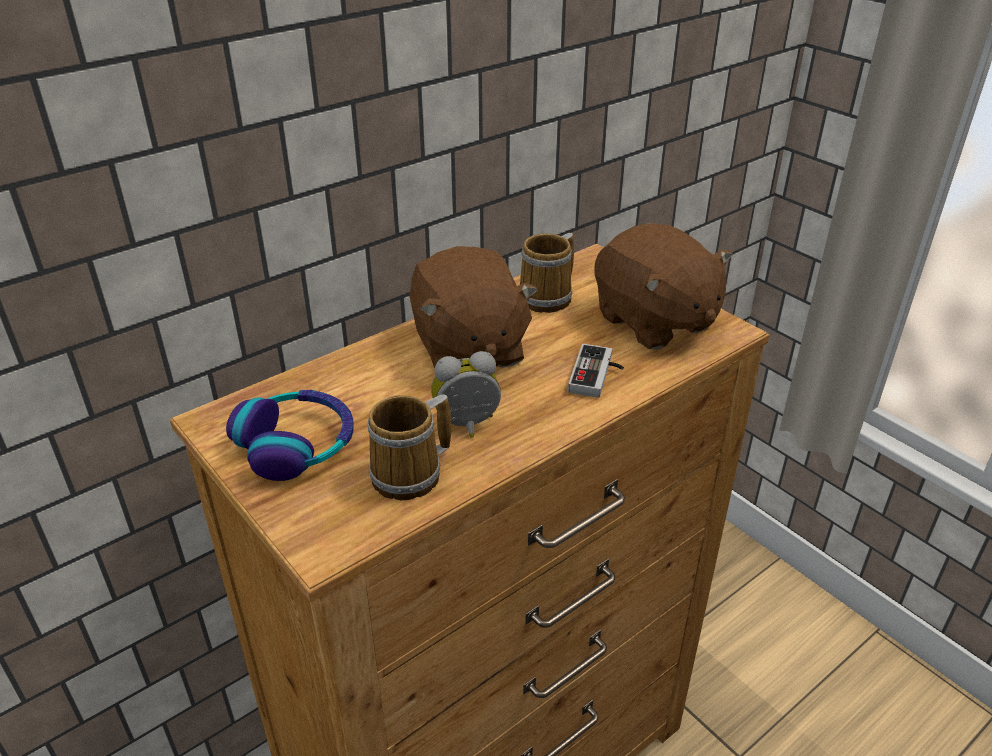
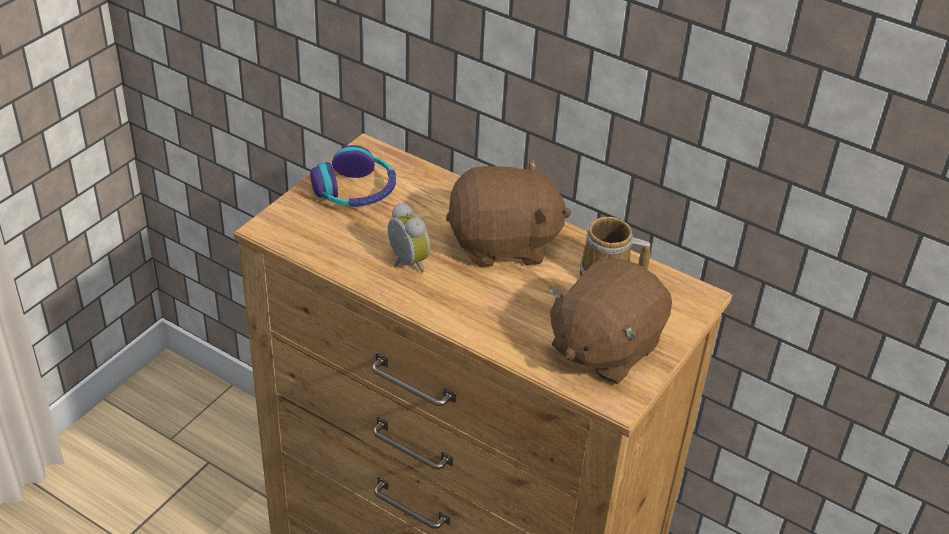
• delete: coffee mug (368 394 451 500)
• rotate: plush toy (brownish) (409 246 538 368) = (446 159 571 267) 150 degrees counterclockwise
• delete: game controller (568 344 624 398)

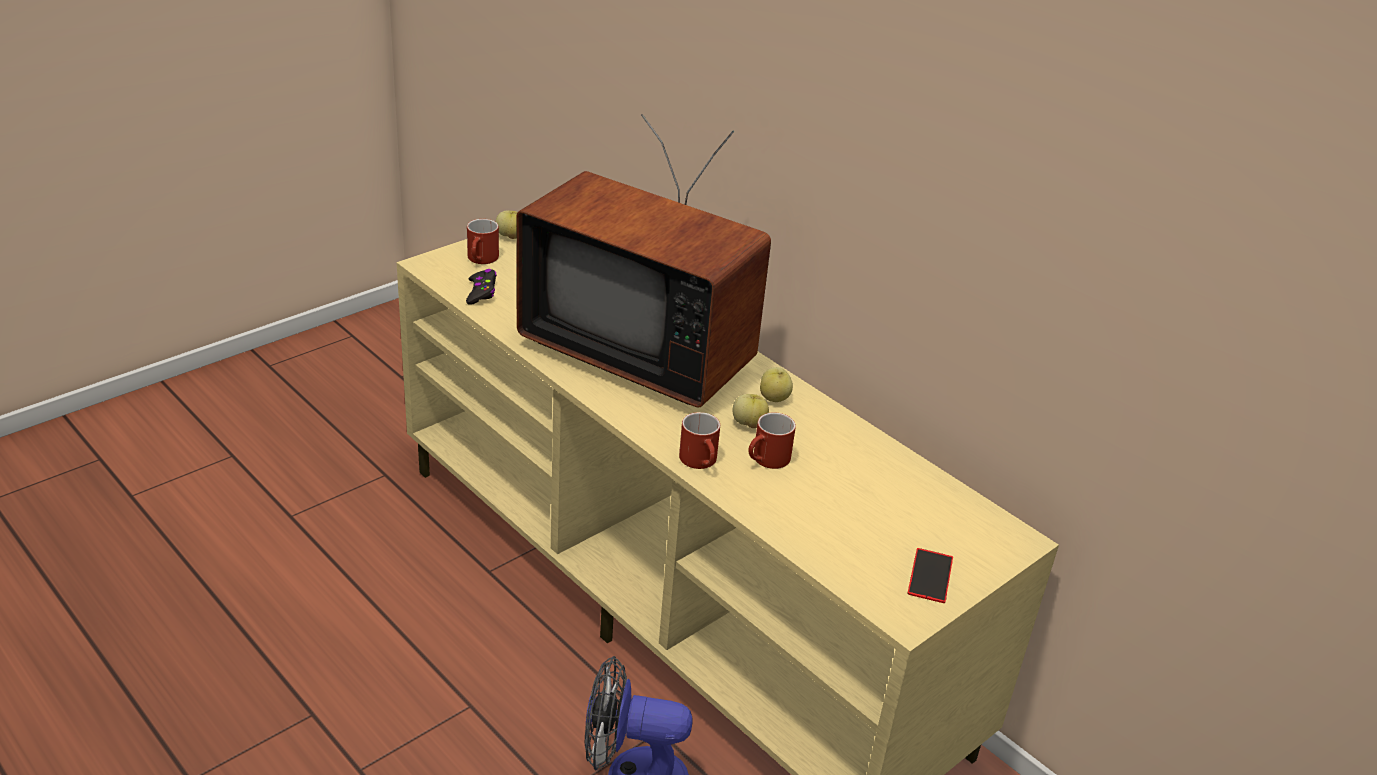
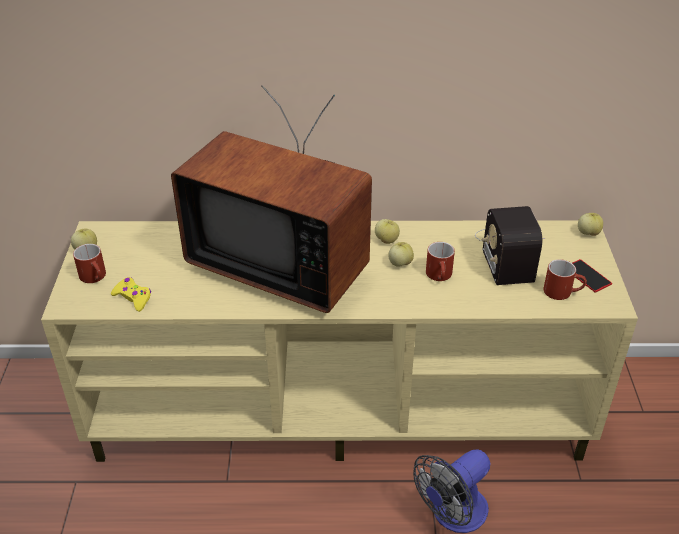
• recolor: game controller (black) (466 269 497 304) to game controller (yellow-coloured) (111 277 151 312)
• rotate: television (516 114 771 408) = (171 85 372 313) 45 degrees clockwise
• move: coffee mug (reddish) (679 412 720 469) to (544 259 587 300)
• insert: radio receiver (475 206 545 285)
• insert: whole apple (578 213 603 236)

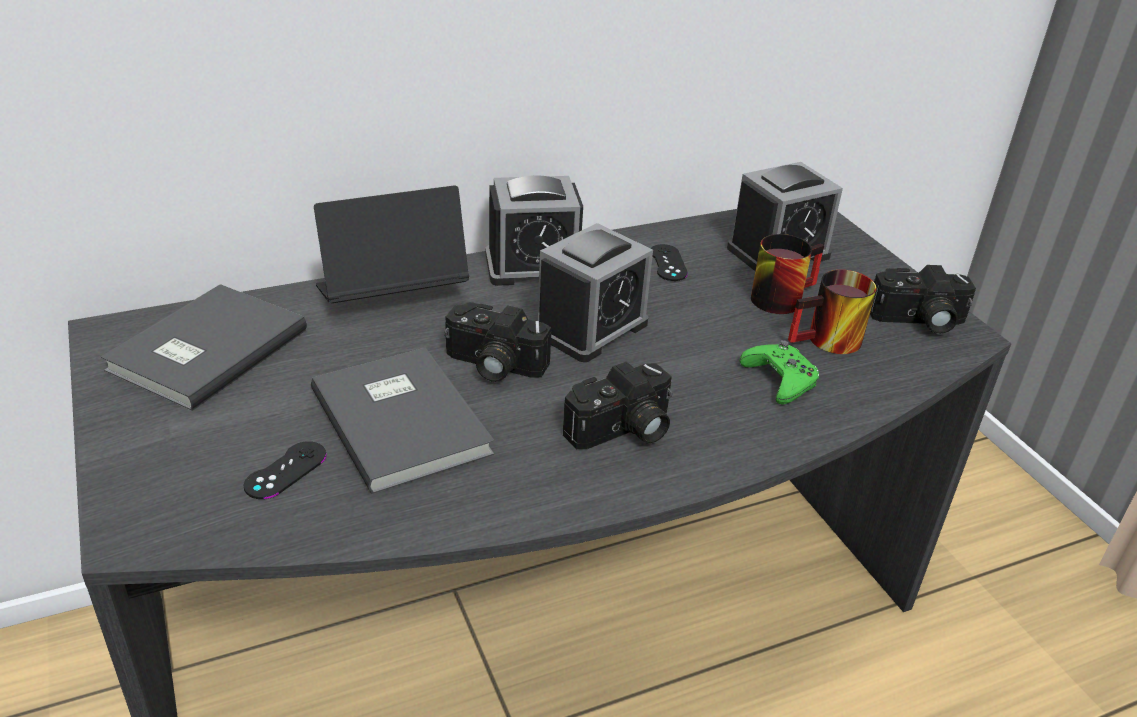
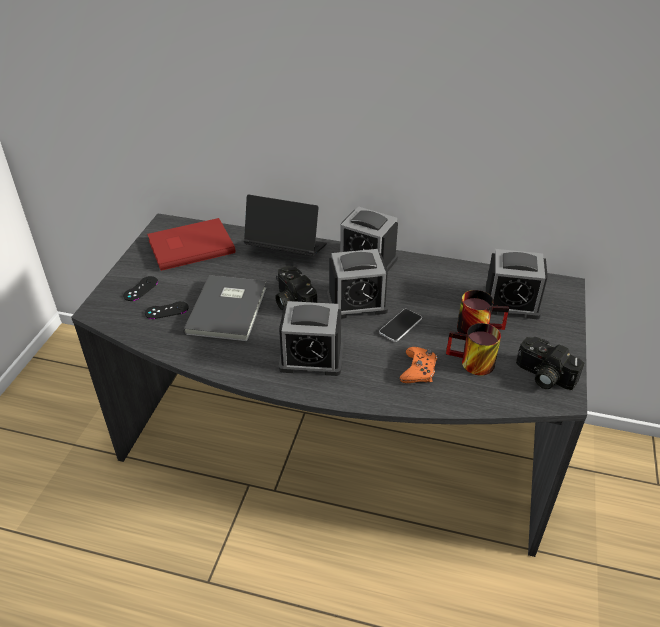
• recolor: volume (greyish) (100 284 307 411) to volume (reddish) (147 218 235 271)
• replace: photo camera (563 362 672 449) to table clock (278 301 343 376)
• move: game controller (black) (651 244 688 281) to (123 276 158 301)
• recolor: game controller (green) (739 340 819 404) to game controller (orange-coloured) (399 347 437 383)
• insert: phone (379 309 422 342)

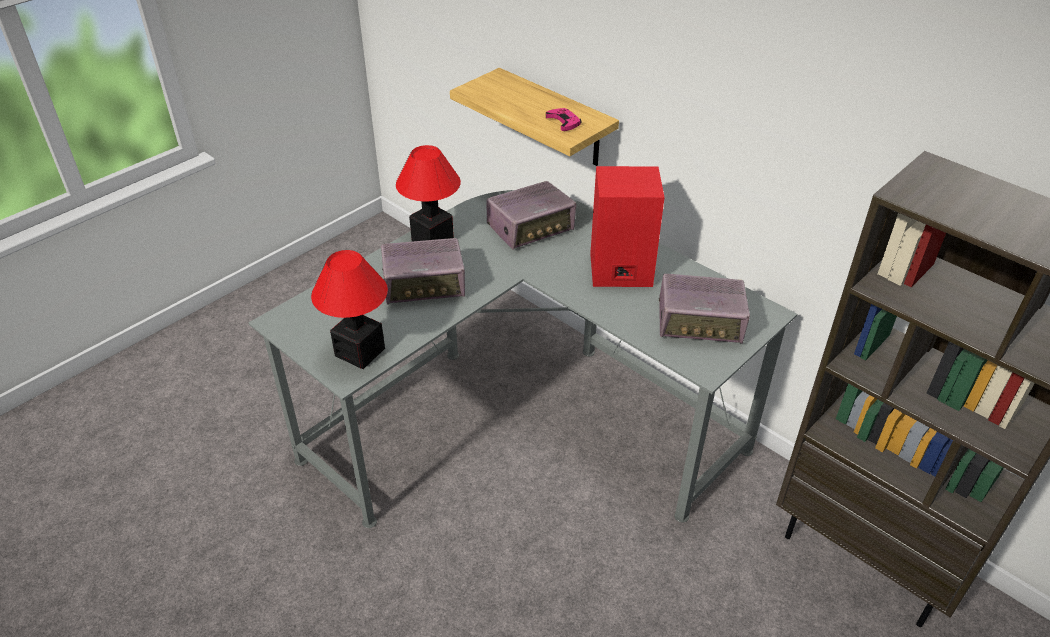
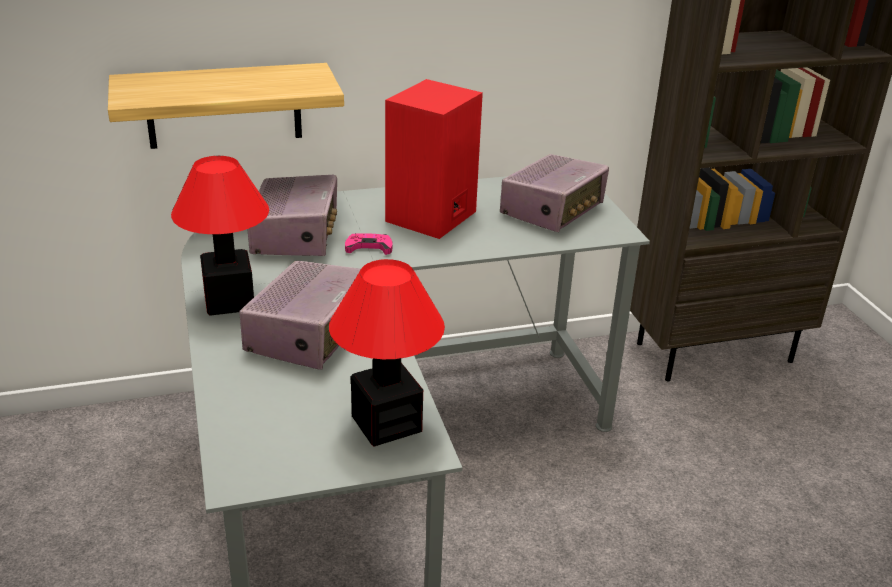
• move: game controller (pinkish) (546 108 582 131) to (345 233 392 255)

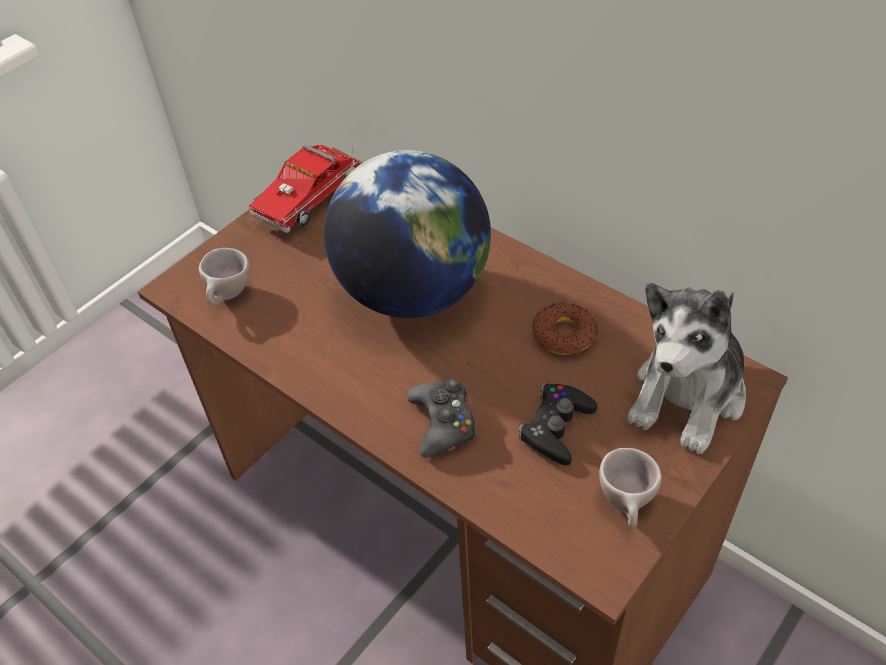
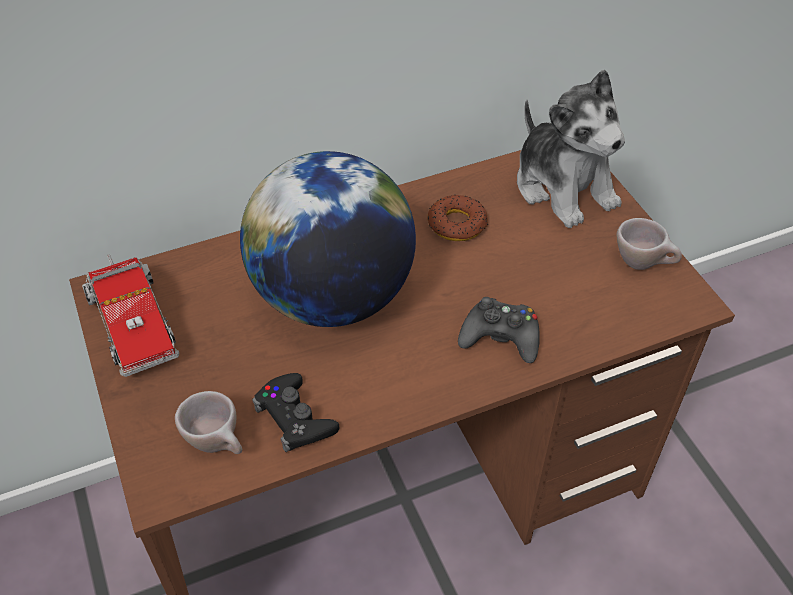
• move: game controller (black) (518 384 597 465) to (252 373 339 452)

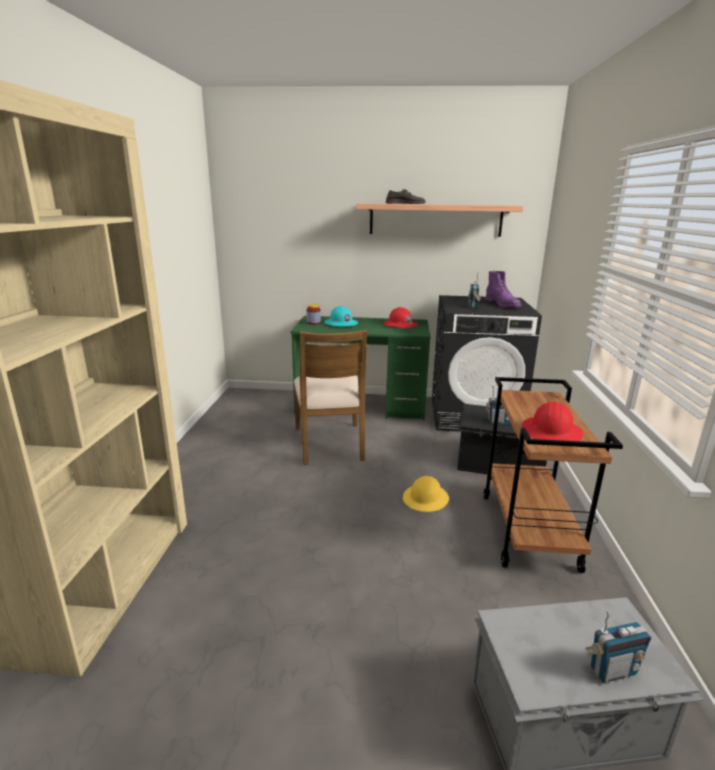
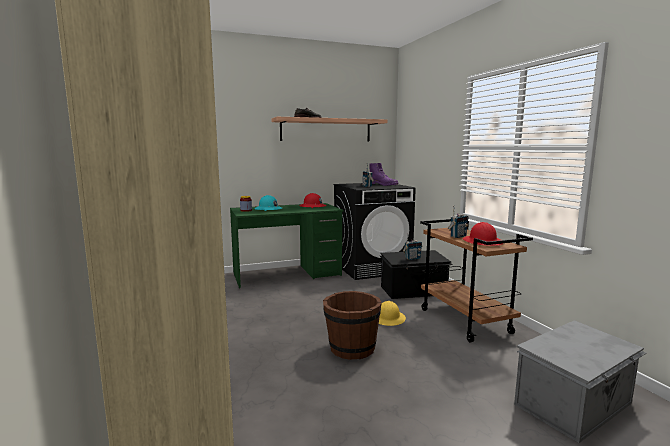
• delete: chair (brownish) (294 330 367 465)
• move: radio receiver (585 610 651 683) to (448 205 469 238)
• insert: pail (brownish) (323 291 382 360)

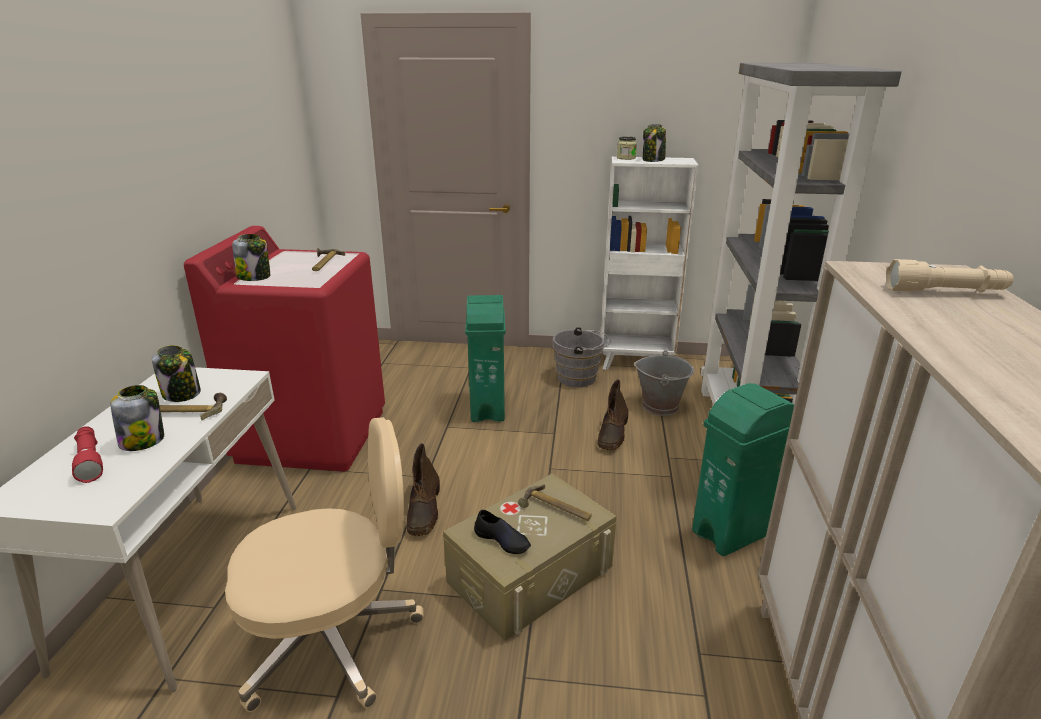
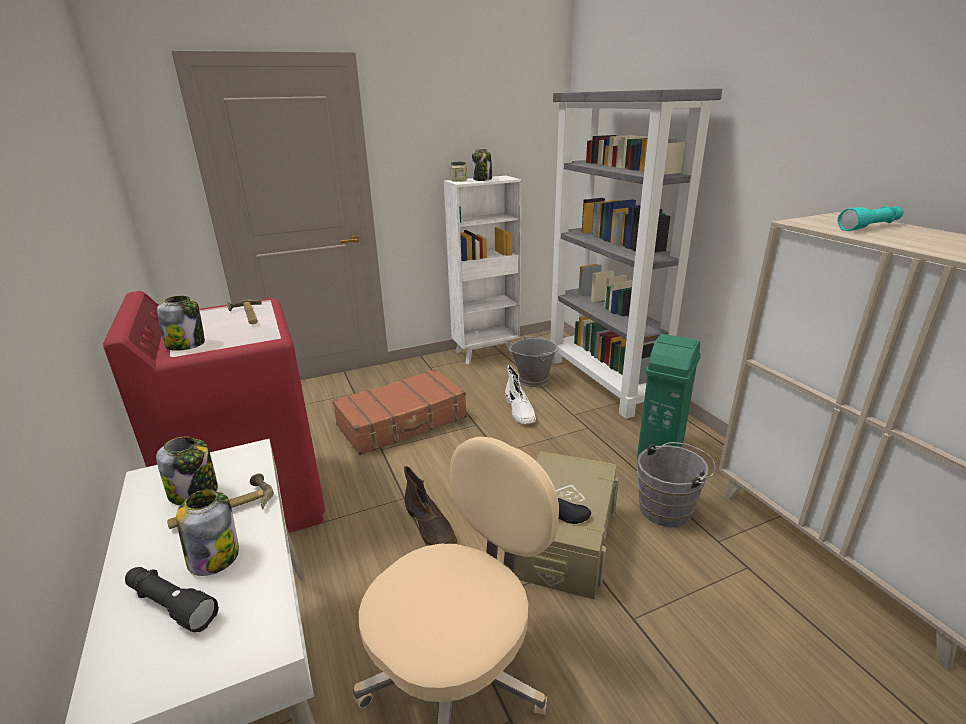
• recolor: torch (reddish) (72 426 103 483) to torch (black) (125 567 219 632)
• replace: waste bin (green) (465 295 505 422) to suitcase (brownish) (332 369 467 455)
• delete: hammer (518 484 592 521)
• move: pail (greyish) (553 327 611 387) to (637 442 716 527)
• recolor: high-top boot (brownish) (598 379 629 450) to high-top boot (white-coloured) (505 365 536 424)
• recolor: torch (sand-coloured) (886 259 1014 292) to torch (turquoise) (837 206 904 231)

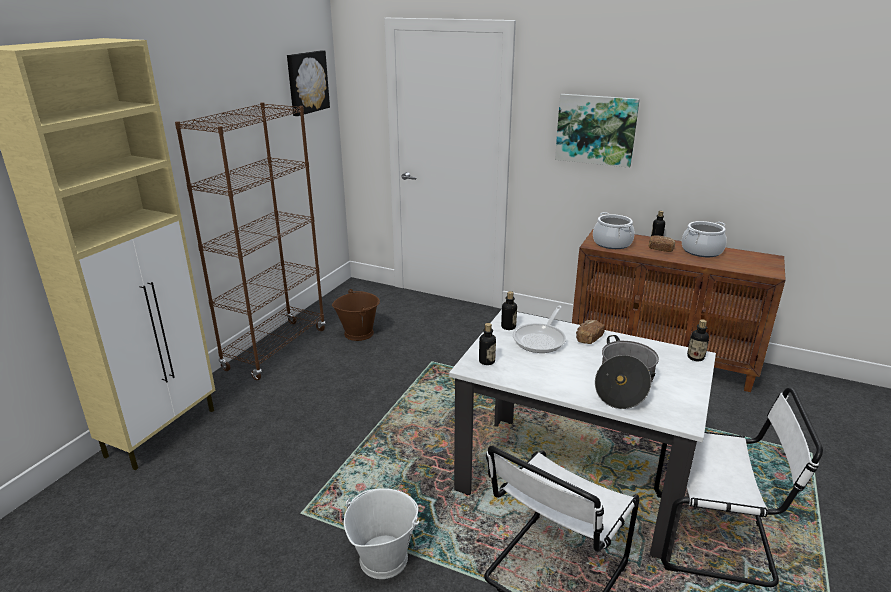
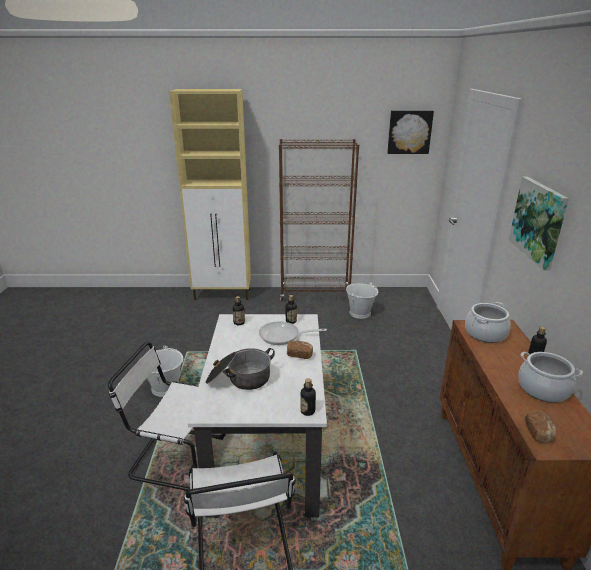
• recolor: pail (brownish) (332 289 380 341) to pail (white-coloured) (346 282 378 319)
• move: bread (649 235 675 252) to (525 410 556 444)

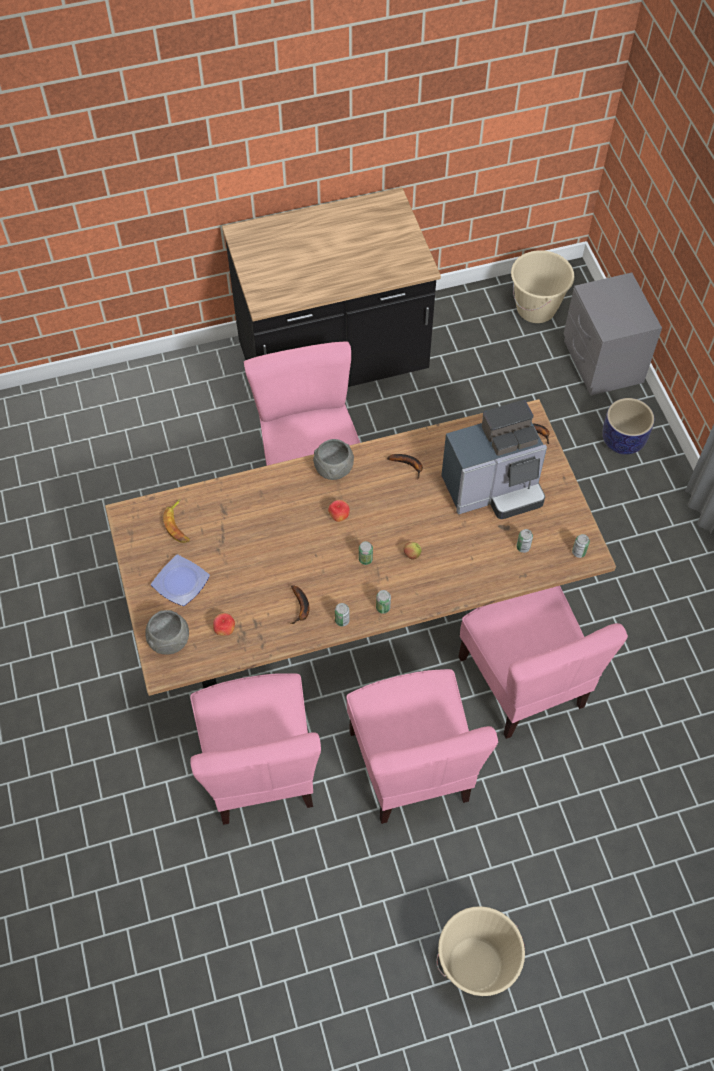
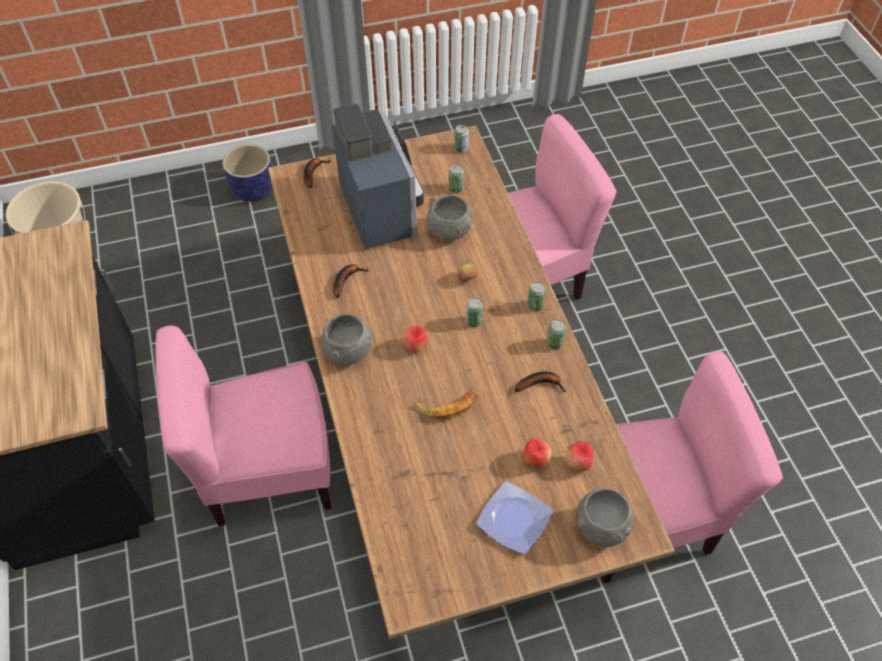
• move: whole banana (163 499 190 543) to (414 389 478 419)
• delete: chair (pinkish) (346 669 498 824)
• delete: pail (sand-coloured) (436 906 525 996)
• delete: night table (greyish) (564 273 662 396)
• insert: bowl (greyish) (426 195 472 240)
• insert: whole apple (523 438 552 467)

